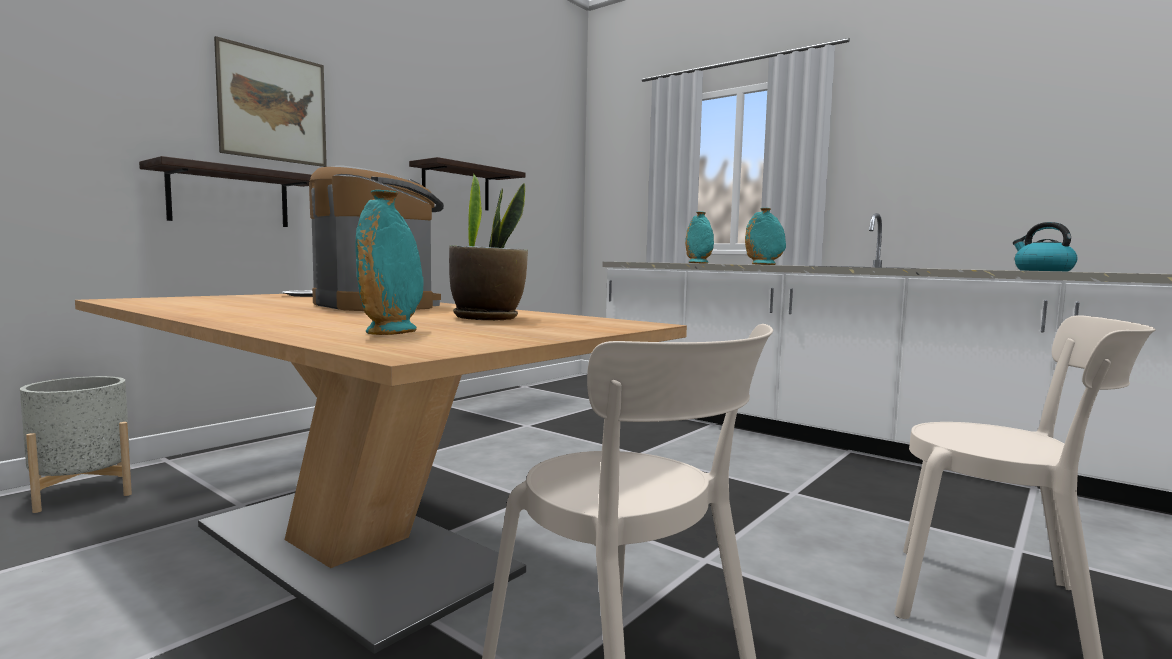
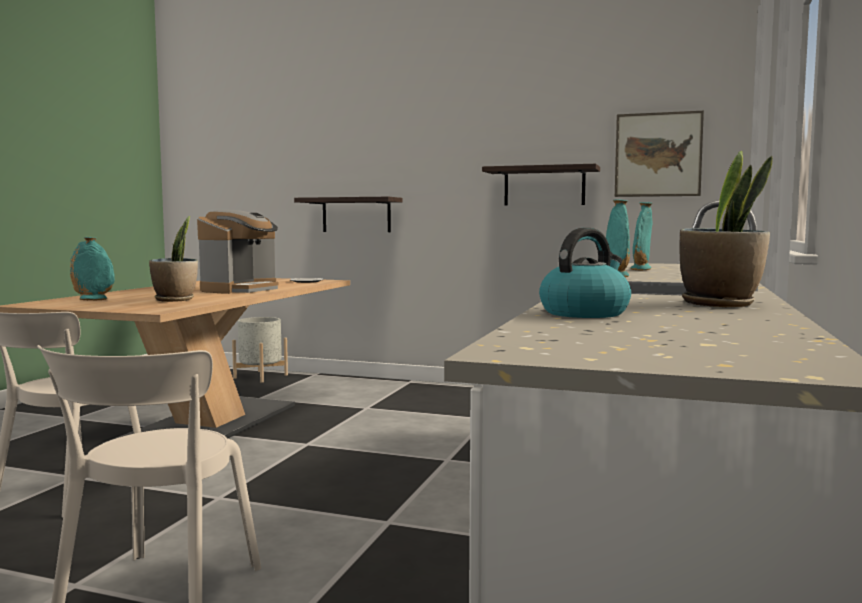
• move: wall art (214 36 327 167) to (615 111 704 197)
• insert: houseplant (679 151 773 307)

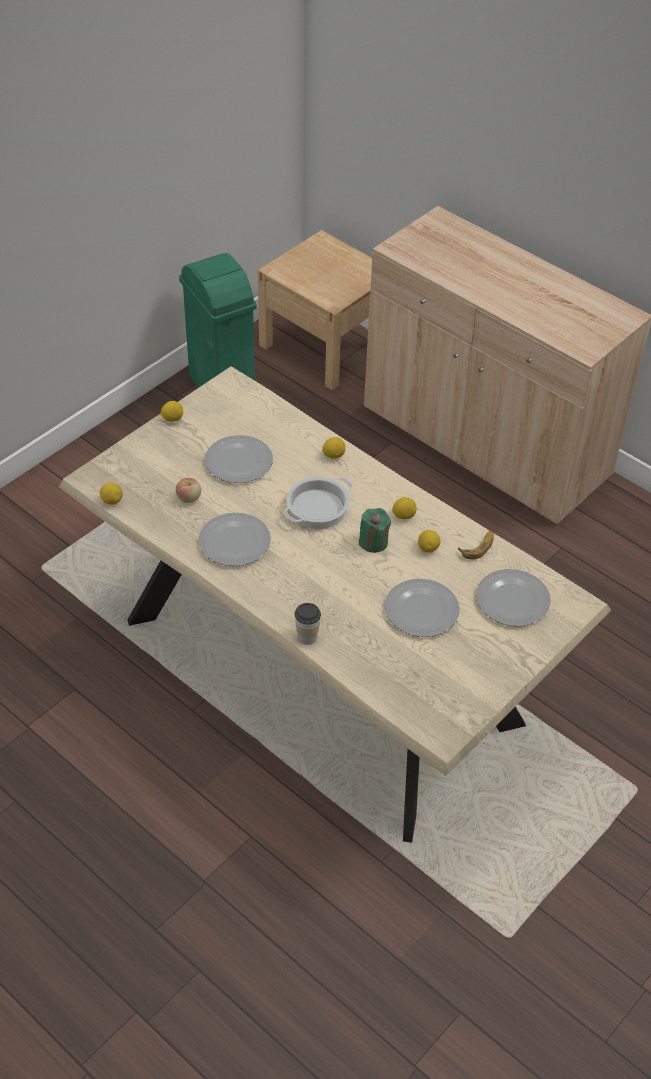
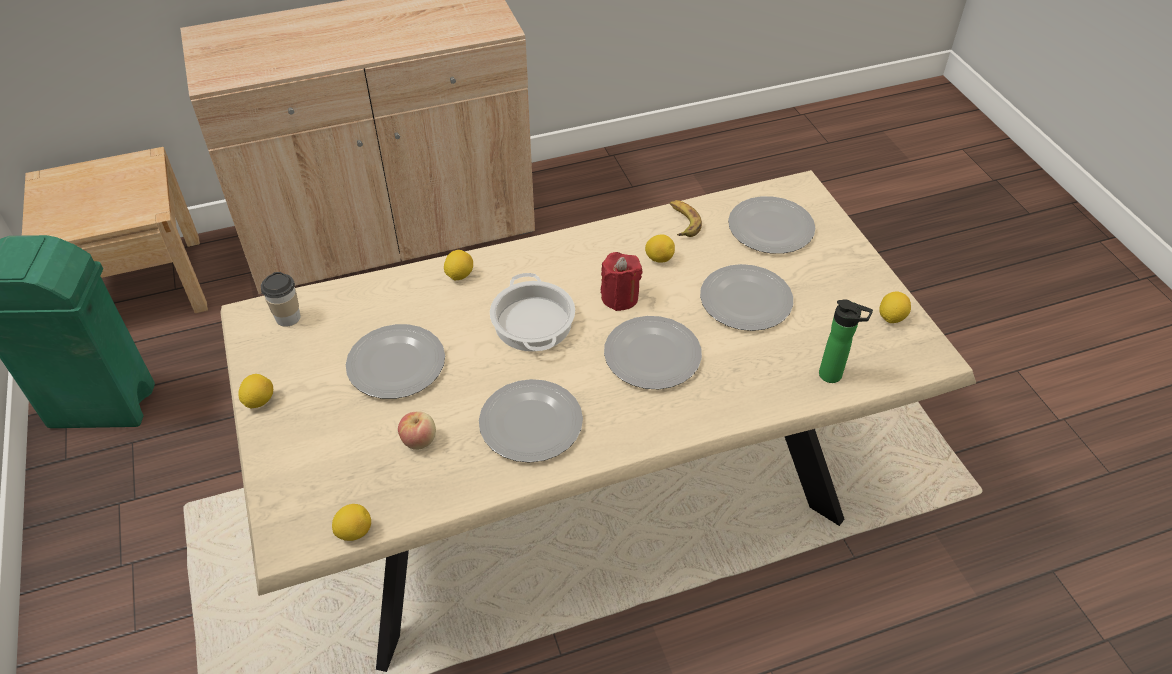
• move: drinking cup (295 603 321 645) to (261 272 301 327)
• recolor: wax light (green) (359 508 391 553) to wax light (reddish) (601 252 642 311)
• move: whole lemon (392 497 417 519) to (879 291 911 323)
• insert: dinner plate (604 316 702 389)
• insert: beverage bottle (819 299 873 383)

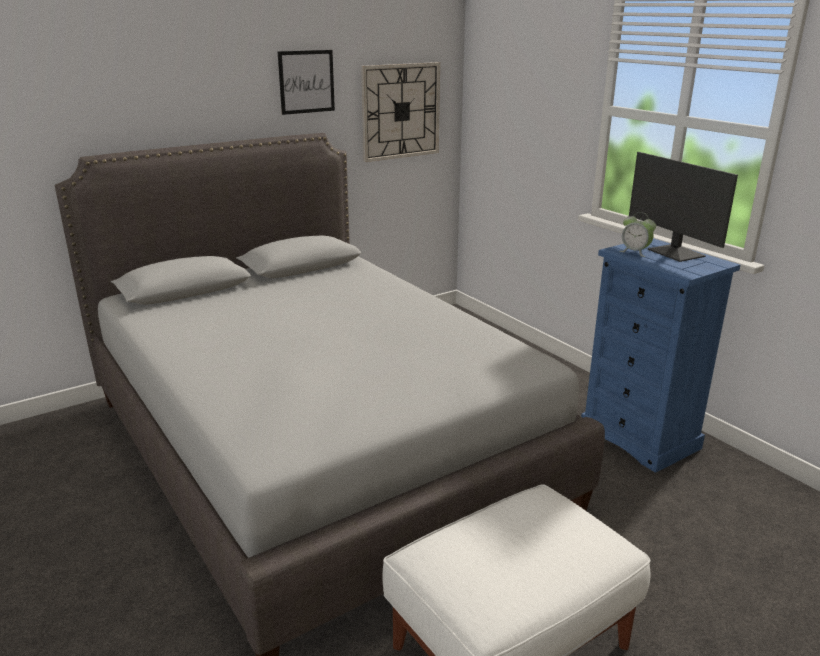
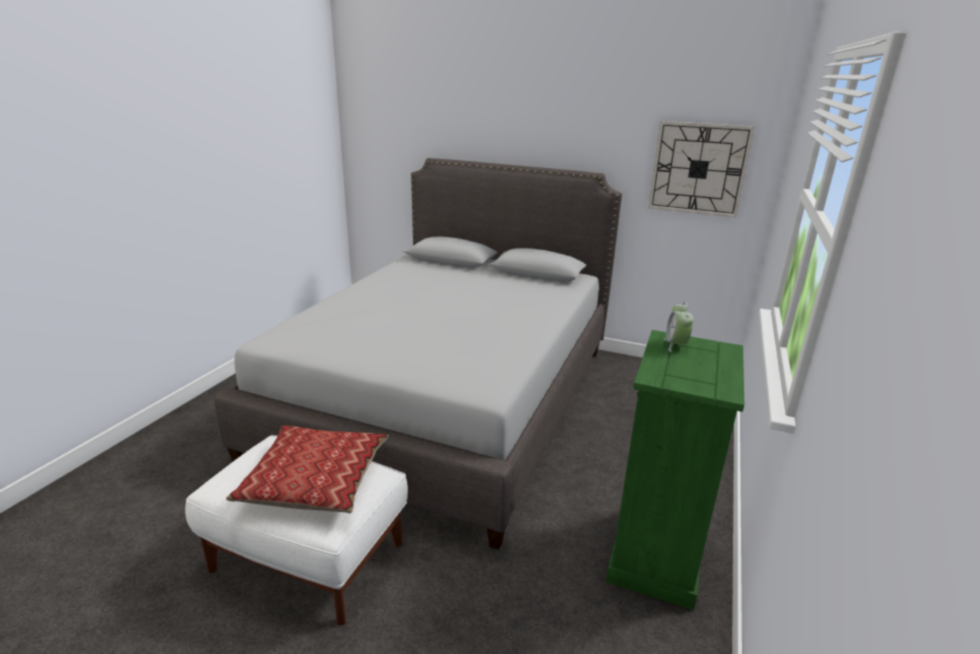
• delete: wall art (278 50 335 115)
• recolor: chest of drawers (blue) (581 238 740 473) to chest of drawers (green) (606 330 744 610)
• delete: monitor (629 152 738 262)
• insert: cushion (226 425 389 513)

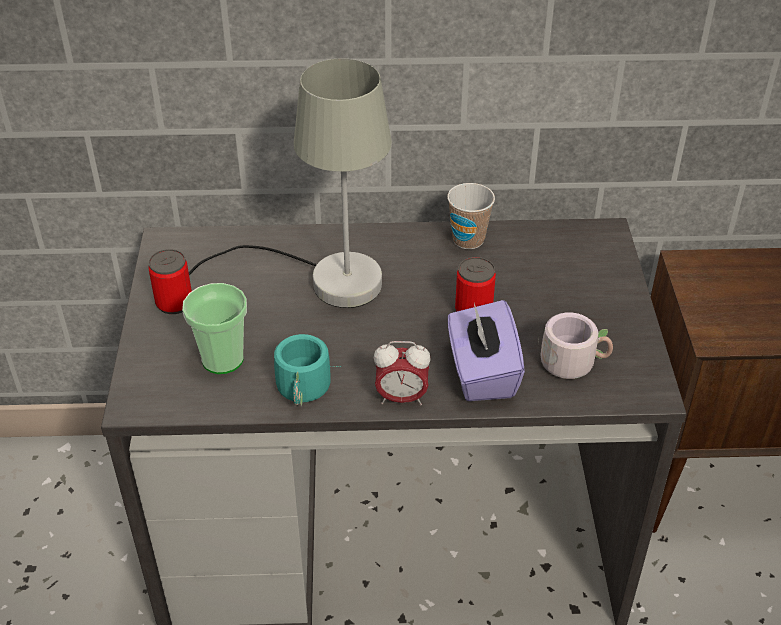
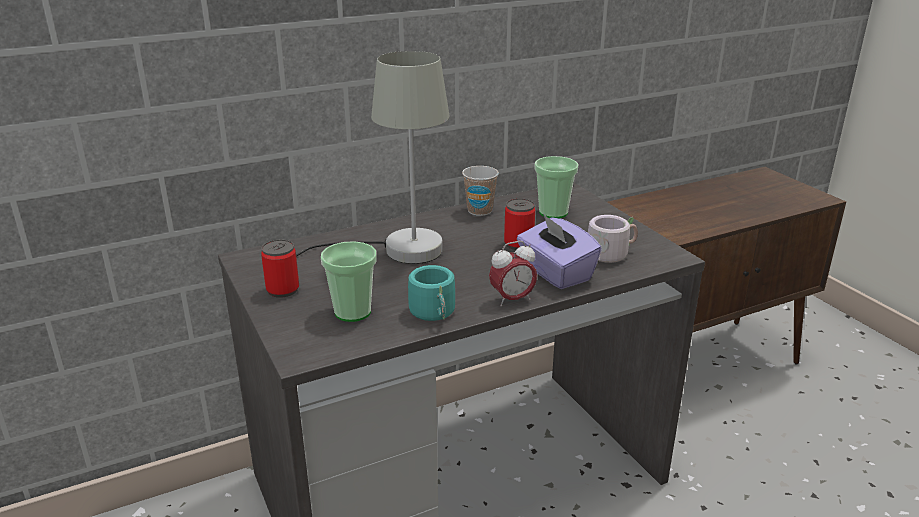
• insert: drinking cup (534 156 579 218)

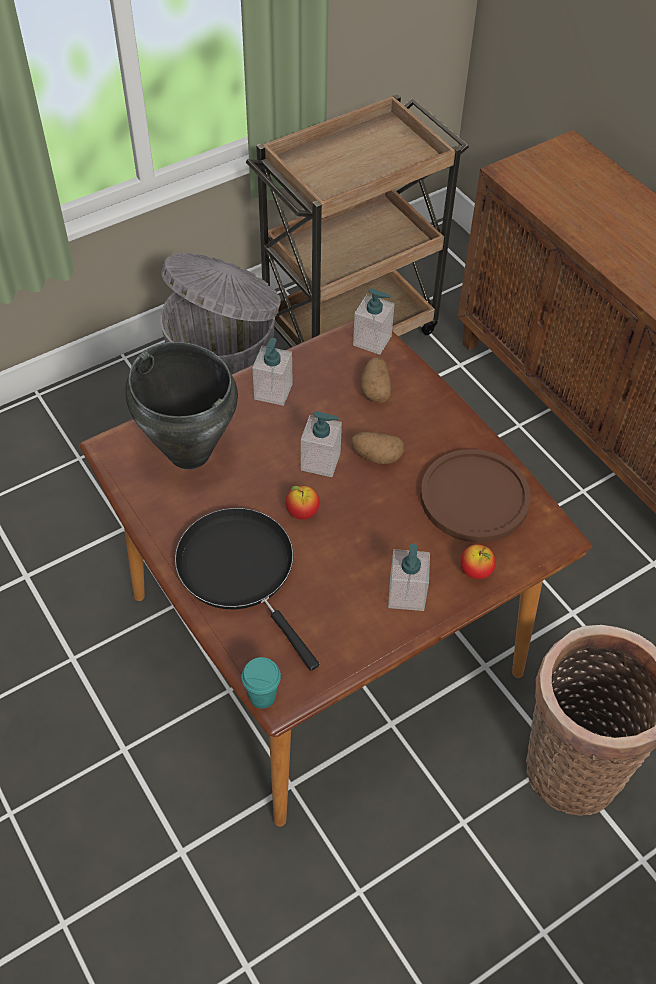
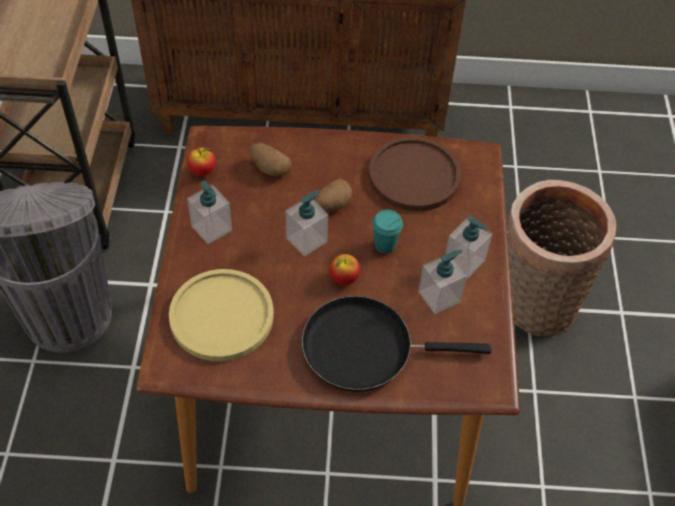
• replace: saucepot (black) (125 342 238 469) to dinner plate (yellow-coloured) (169 269 274 361)
• move: drinking cup (turquoise) (242 657 281 709) to (372 210 403 254)
• move: soap bottle (353 288 394 355) to (418 249 467 314)
• move: whole apple (460 544 496 579) to (187 147 216 176)

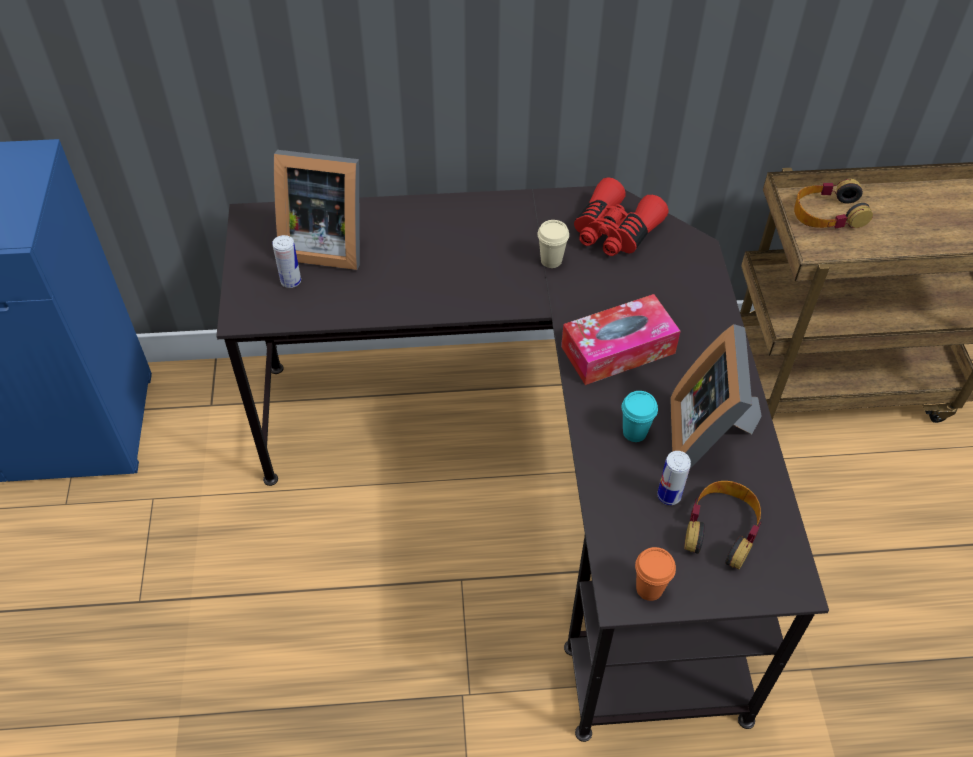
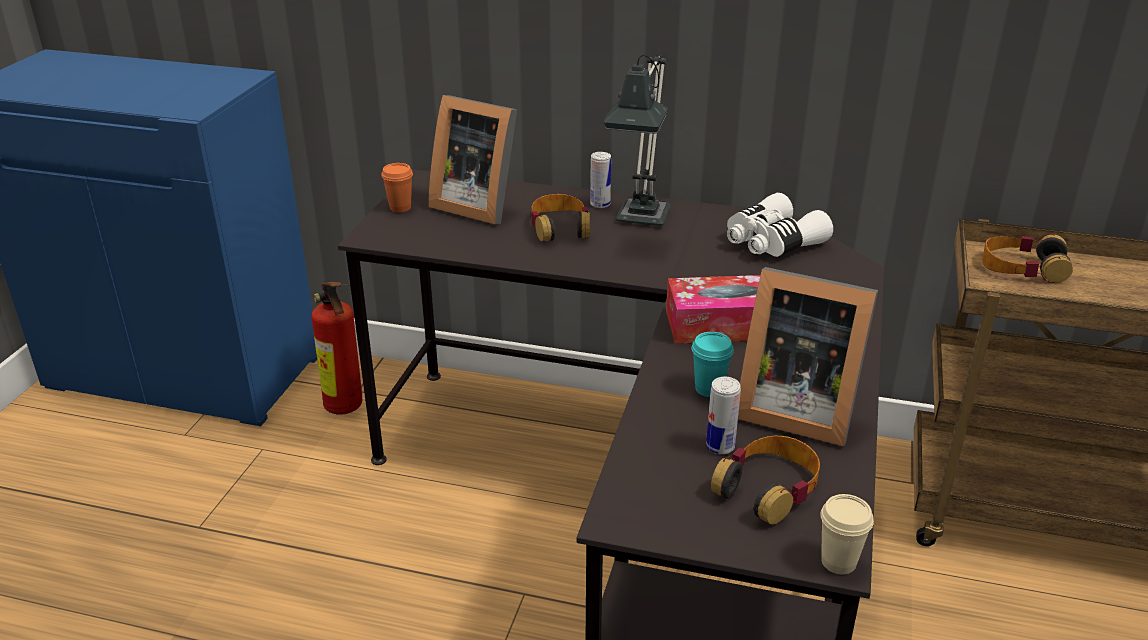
• move: metal can (272 235 301 288) to (590 152 611 208)
• move: drinking cup (sand-coloured) (538 220 569 268) to (820 494 874 574)
• recolor: binoculars (reddish) (574 177 668 256) to binoculars (white-coloured) (727 193 833 257)
• move: drinking cup (orange-coloured) (635 547 676 601) to (381 163 413 212)
• rotate: standing frame (670 324 762 469) = (738 267 878 446) 90 degrees counterclockwise
• insert: fire-fighting cylinder (311 282 363 415)
• insert: headset (530 194 590 241)
• insert: table lamp (604 54 671 226)

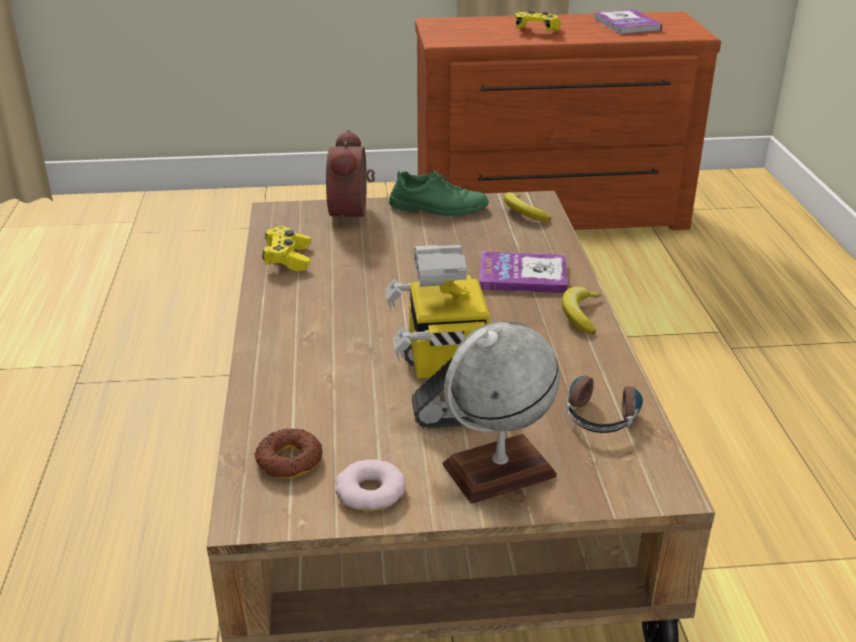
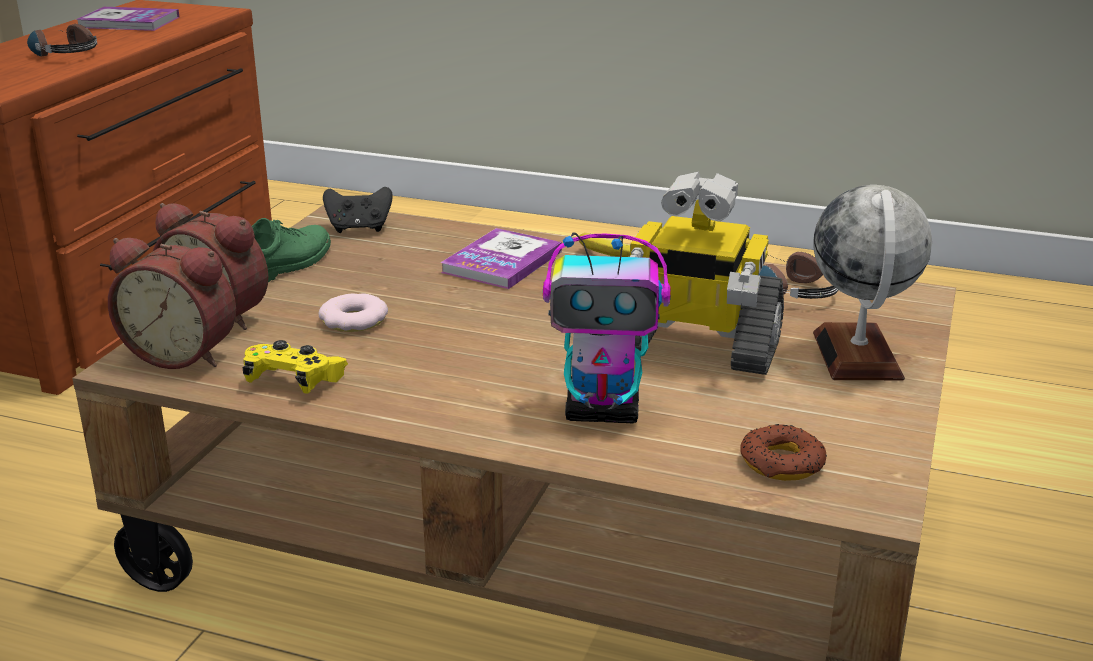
• move: ring doughnut (336 460 406 511) to (319 293 388 332)
• replace: whole banana (504 192 551 222) to game controller (black) (323 187 393 233)
• replace: game controller (yellow-coloured) (515 10 562 32) to headset (27 24 97 56)
• insert: table clock (108 238 236 369)
• insert: robot figure (543 233 671 423)

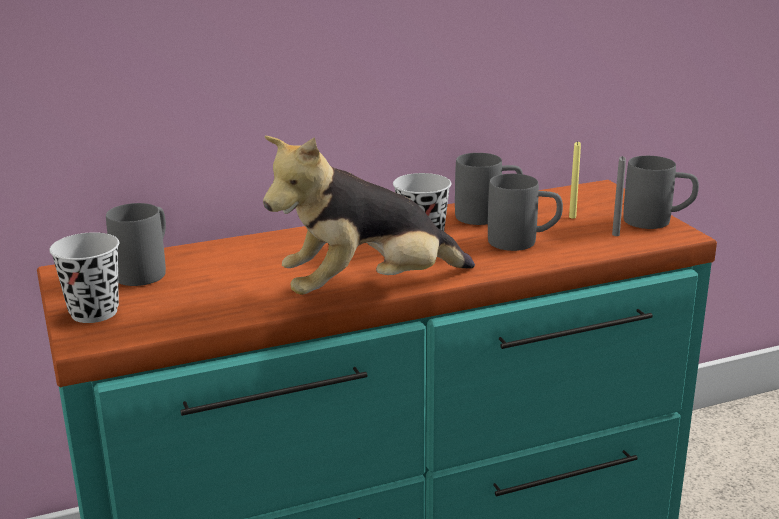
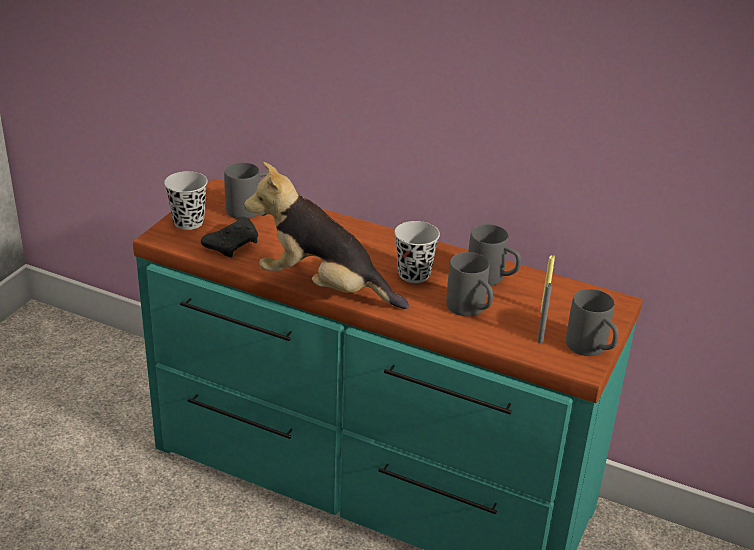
• insert: game controller (black) (201 216 258 257)

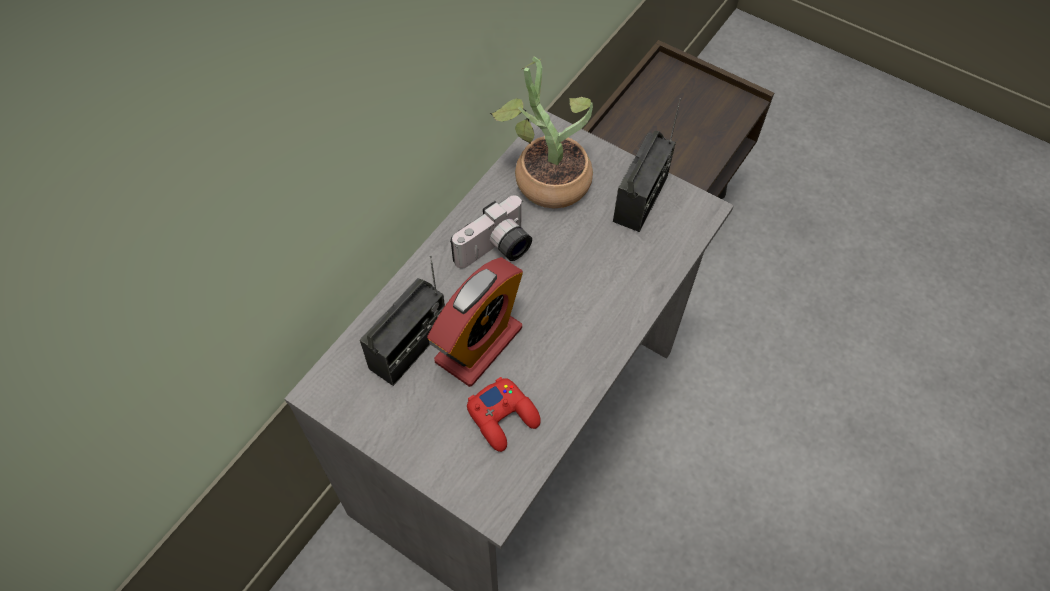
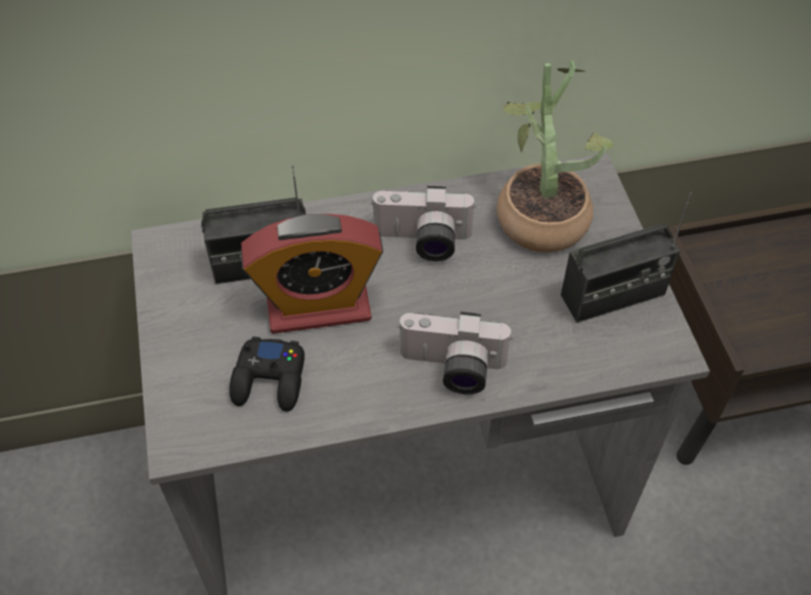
• recolor: game controller (reddish) (467 377 541 452) to game controller (black) (229 336 305 412)
• insert: photo camera (397 312 513 394)

